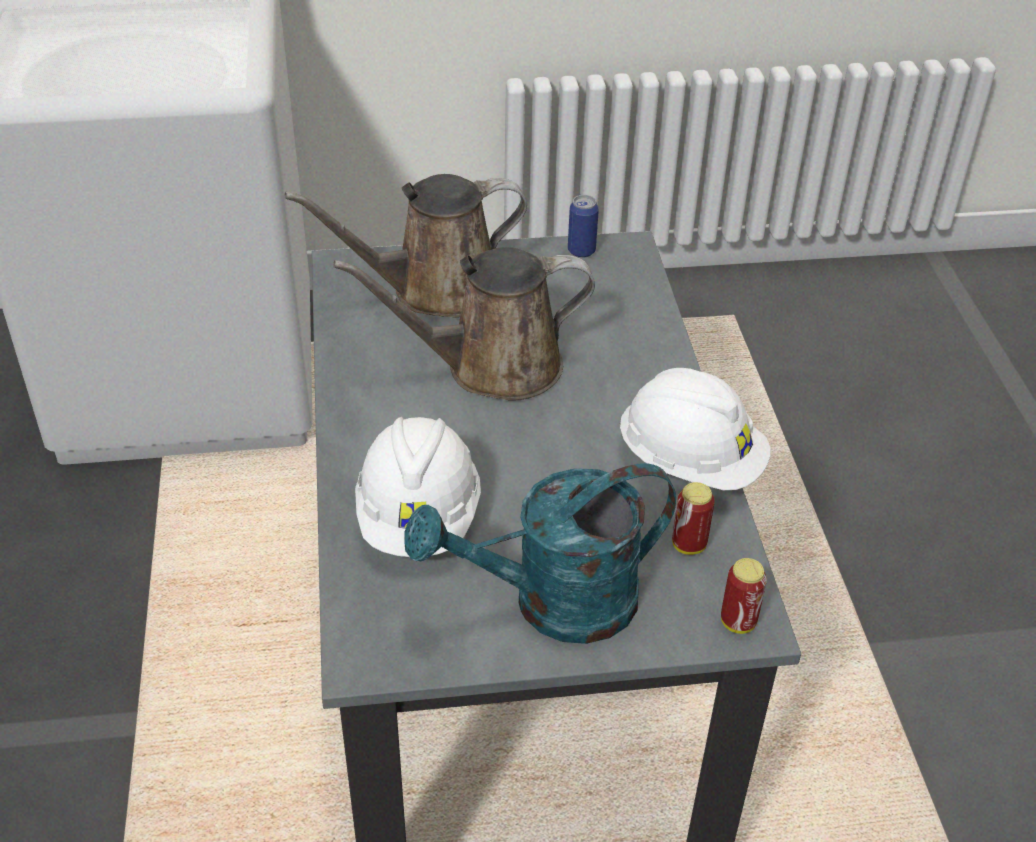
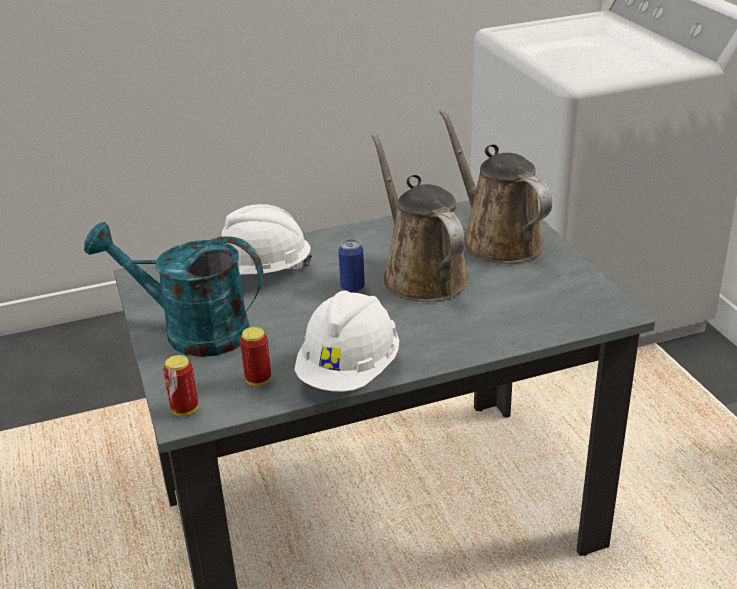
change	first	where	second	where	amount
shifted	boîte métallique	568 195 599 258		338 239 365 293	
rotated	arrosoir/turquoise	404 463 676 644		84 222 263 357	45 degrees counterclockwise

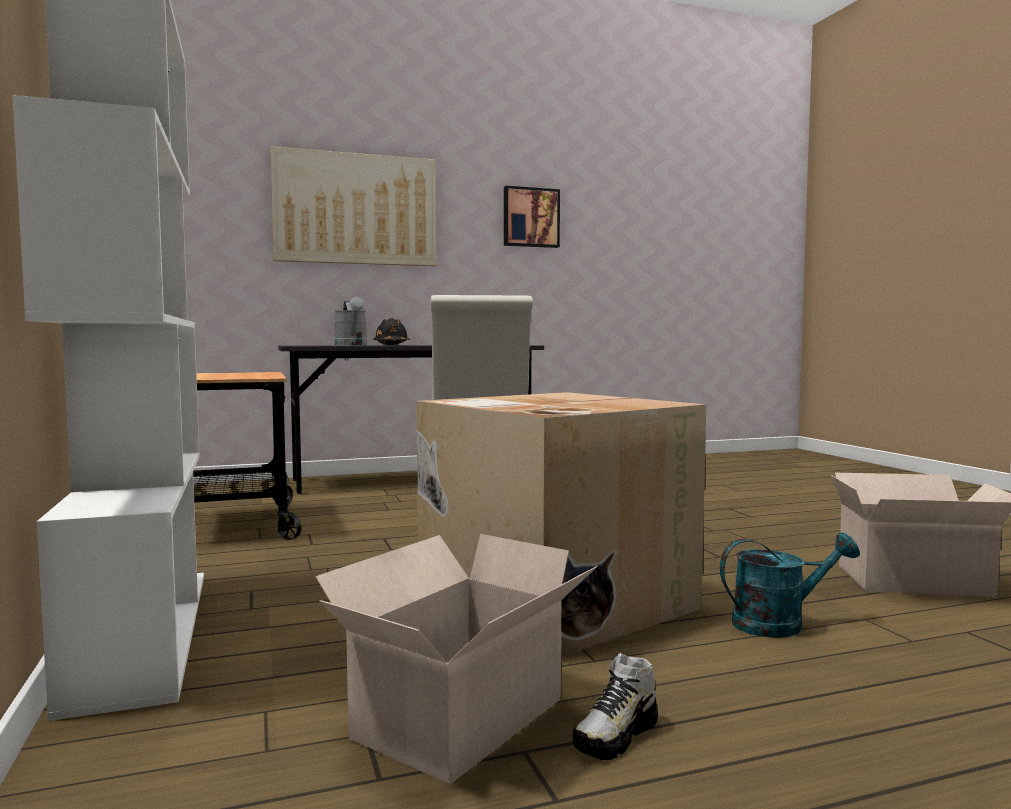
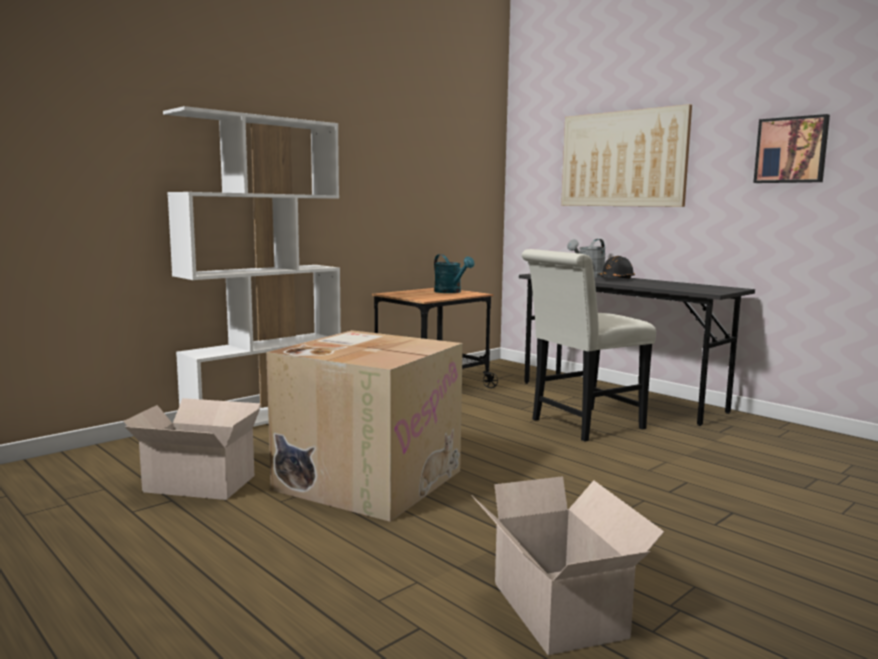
change	first	where	second	where	amount
shifted	arrosoir/turquoise	720 532 860 638		434 254 474 293	
gone	chaussure	573 652 658 760			

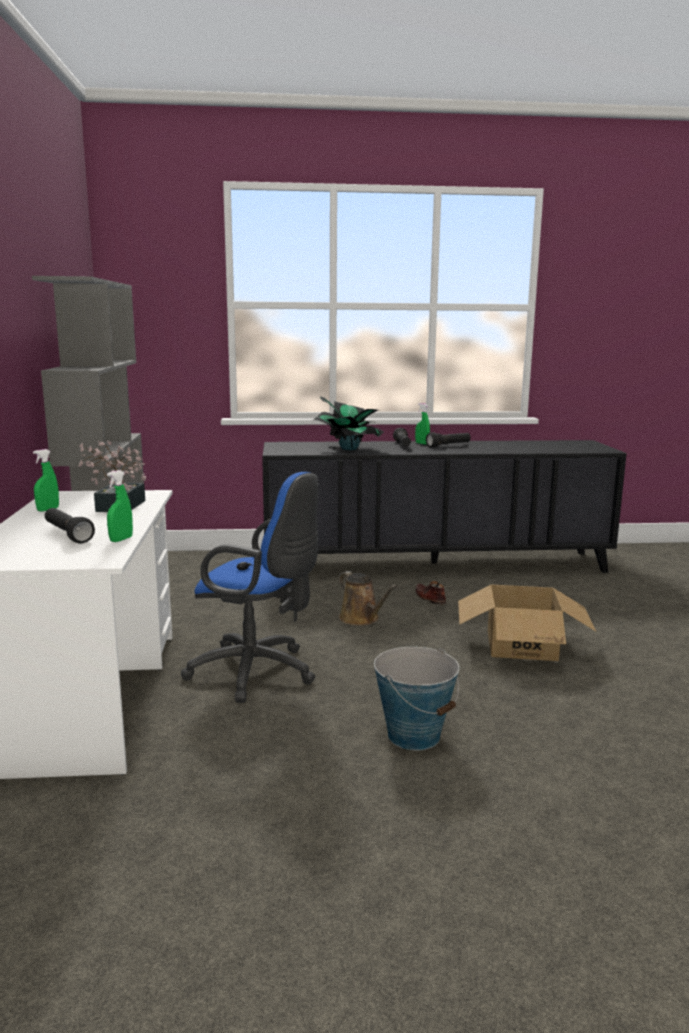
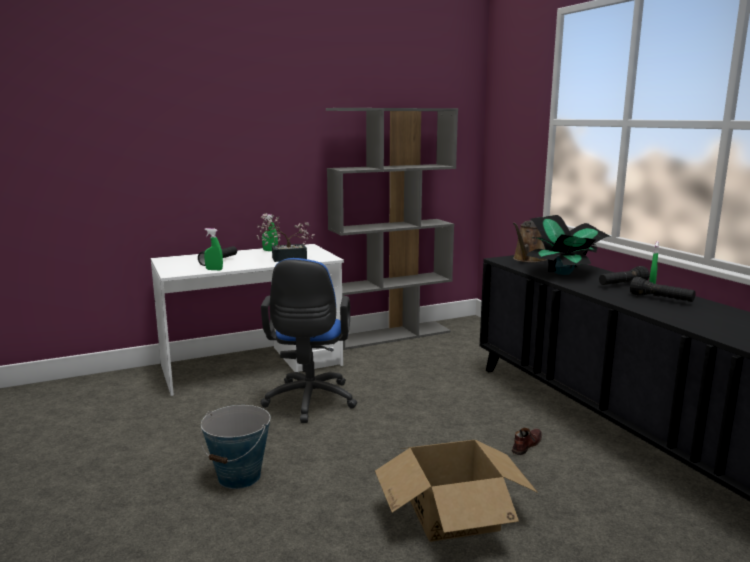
change	first	where	second	where	amount
shifted	arrosoir/marron	339 571 397 626		513 221 548 263	

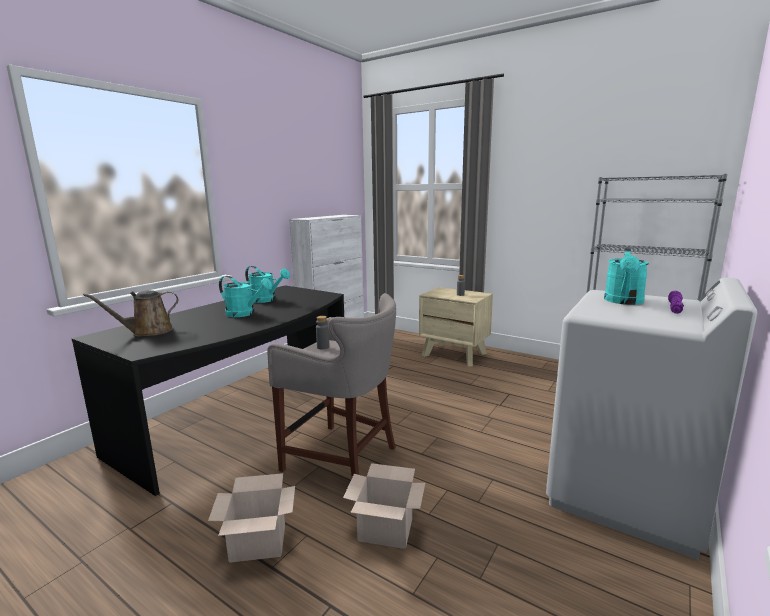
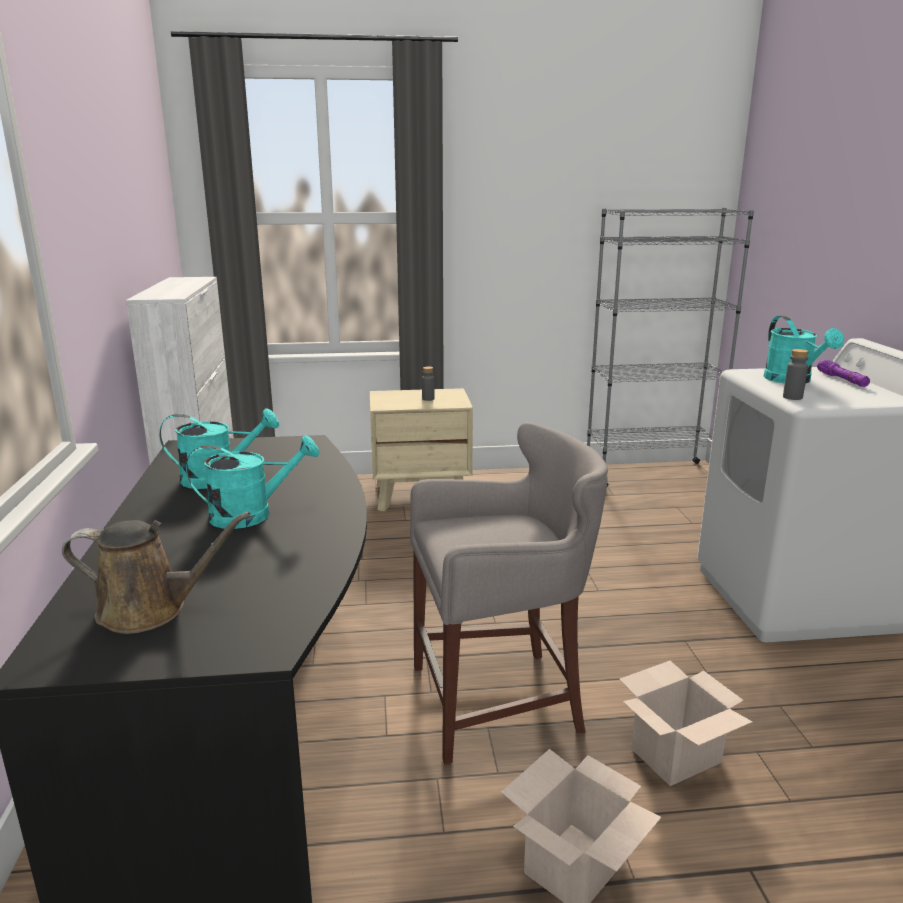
change	first	where	second	where	amount
rotated	arrosoir/marron	83 290 178 337		62 512 251 634	105 degrees counterclockwise
shifted	bouteille/gris	316 316 329 349		783 349 809 400	

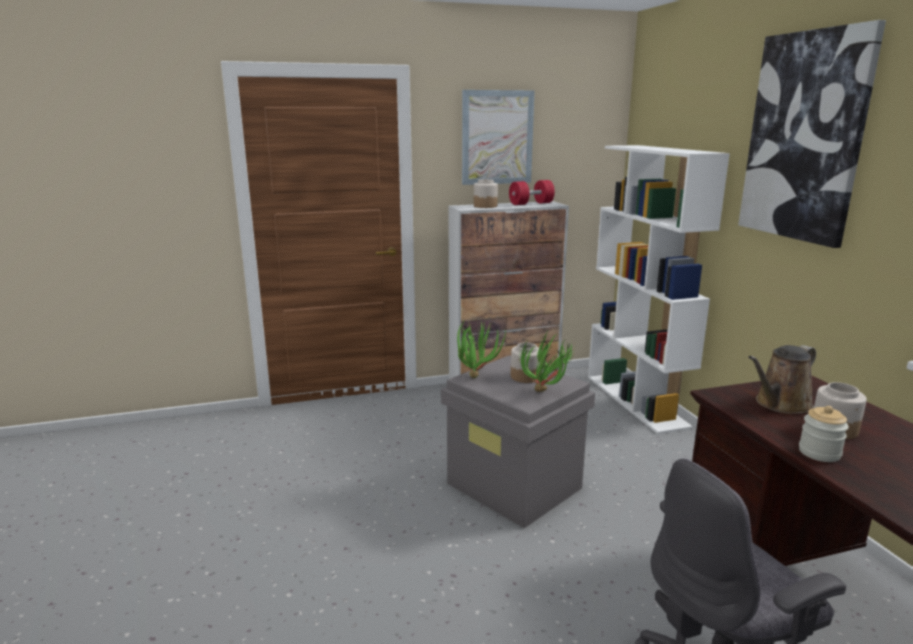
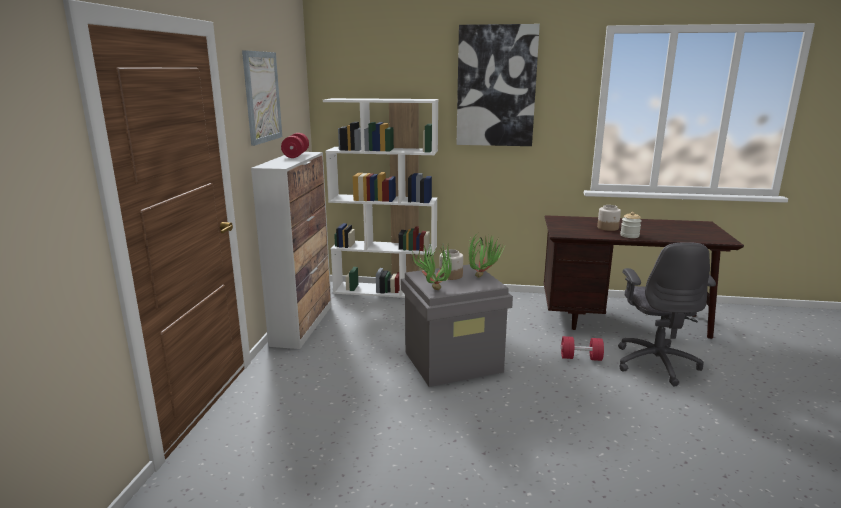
change	first	where	second	where	amount
gone	bocal	474 179 498 208			
gone	arrosoir/marron	748 345 816 414			
new			haltère/rouge	561 336 604 361	

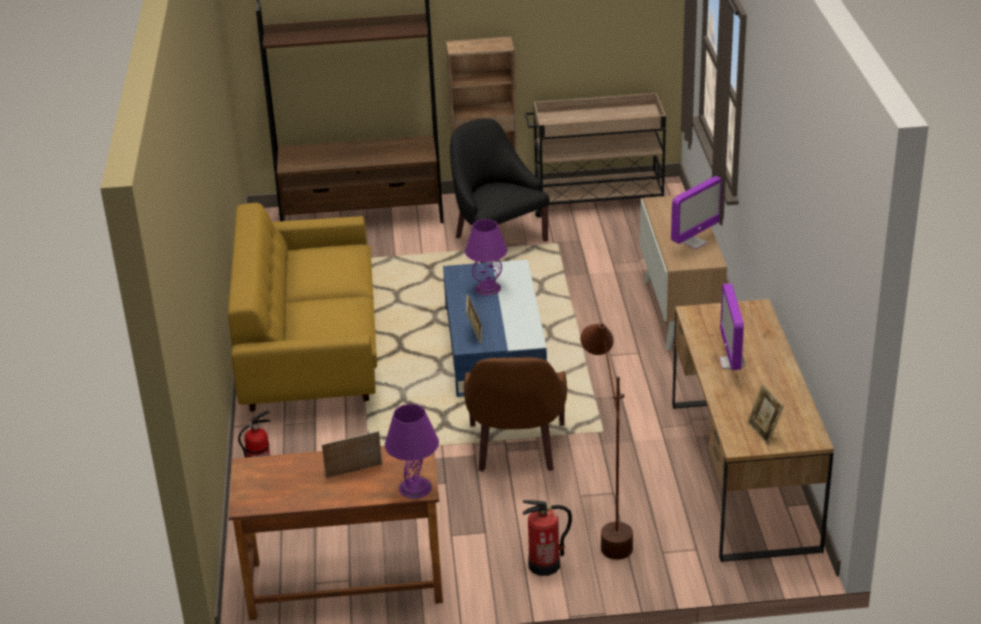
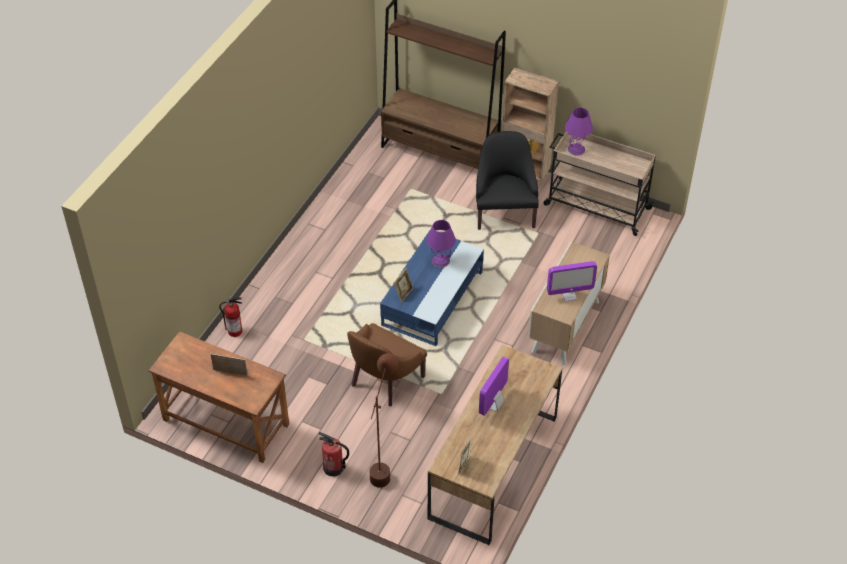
change	first	where	second	where	amount
gone	canapé/jaune	228 203 377 412			
shifted	lampe de table/violet	385 404 439 499		565 108 593 155	

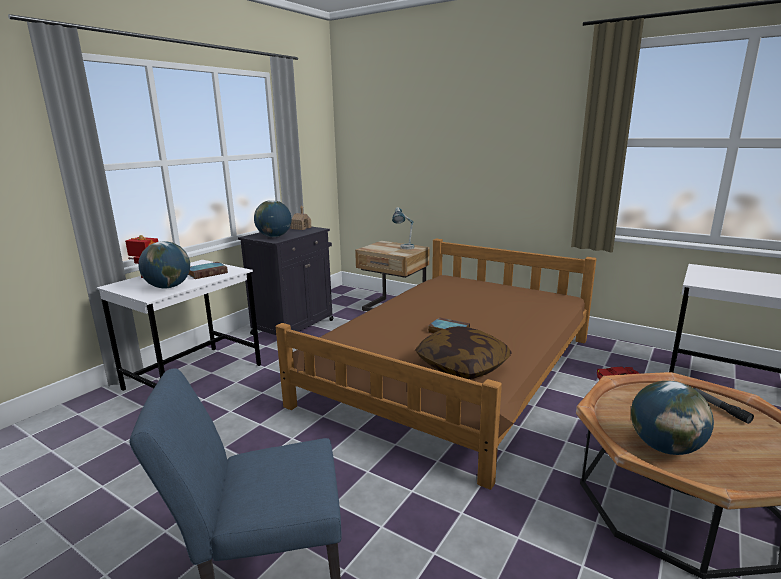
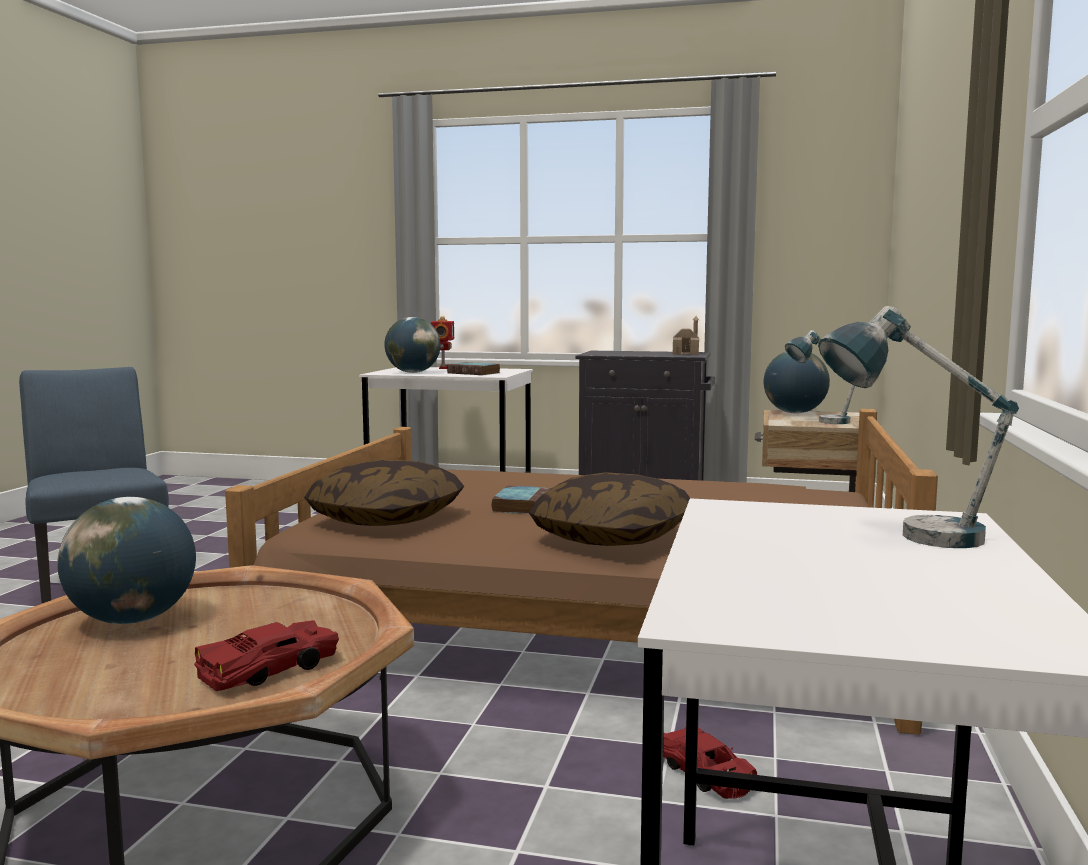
change	first	where	second	where	amount
shifted	globe	254 200 292 237		764 352 830 413	
swapped	lampe de poche	693 387 754 424	petite voiture/rouge	194 620 339 691	
new			lampe de table	818 306 1019 548	
new			coussin	529 472 690 546	

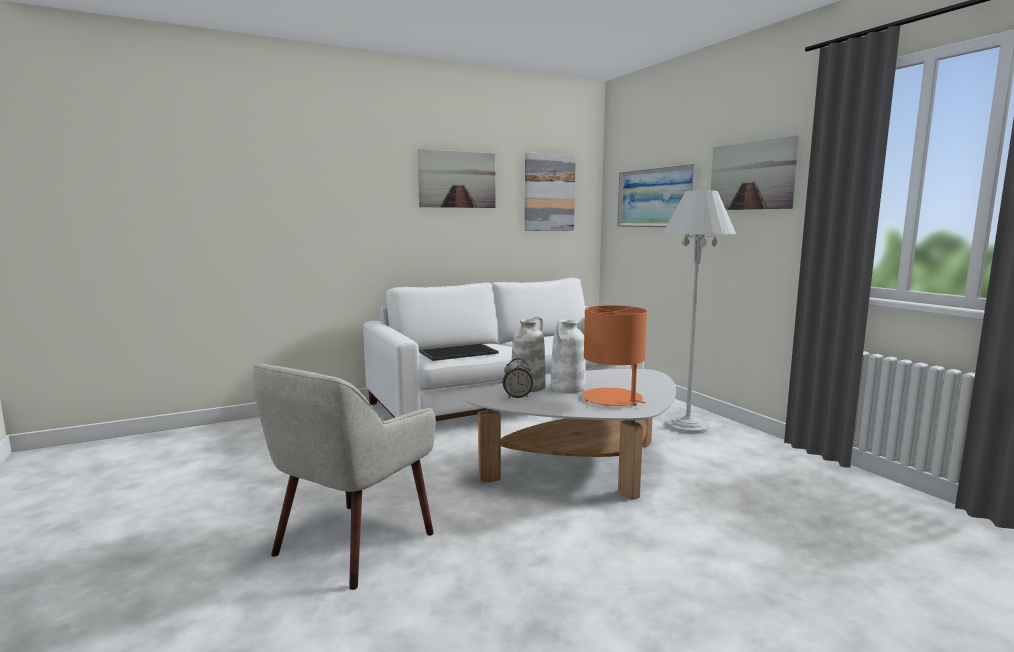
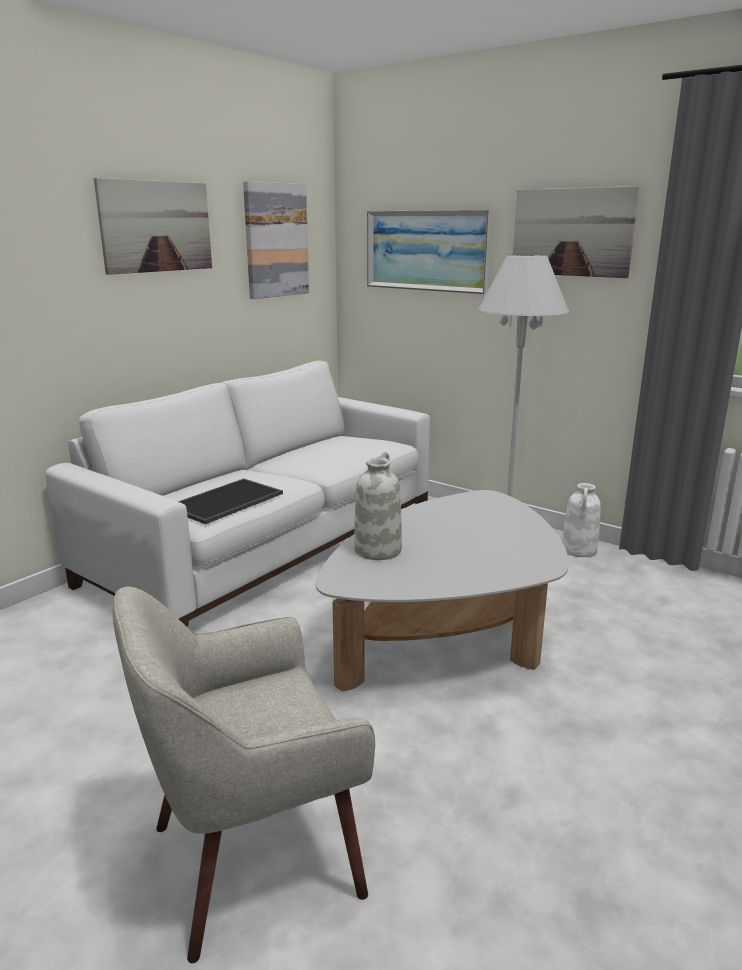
change	first	where	second	where	amount
gone	lampe de table/orange	582 305 647 406			
shifted	vase/blanc	551 319 586 393		562 483 601 557	
gone	réveil	502 358 533 398			
rotated	fauteuil/beige	253 364 436 590		112 587 375 963	60 degrees clockwise

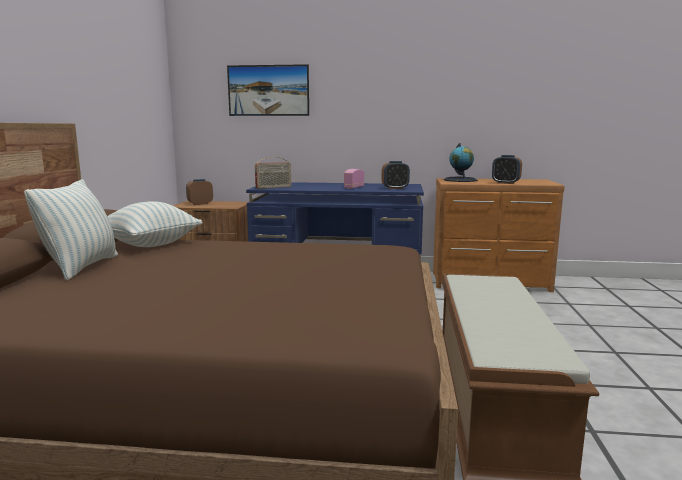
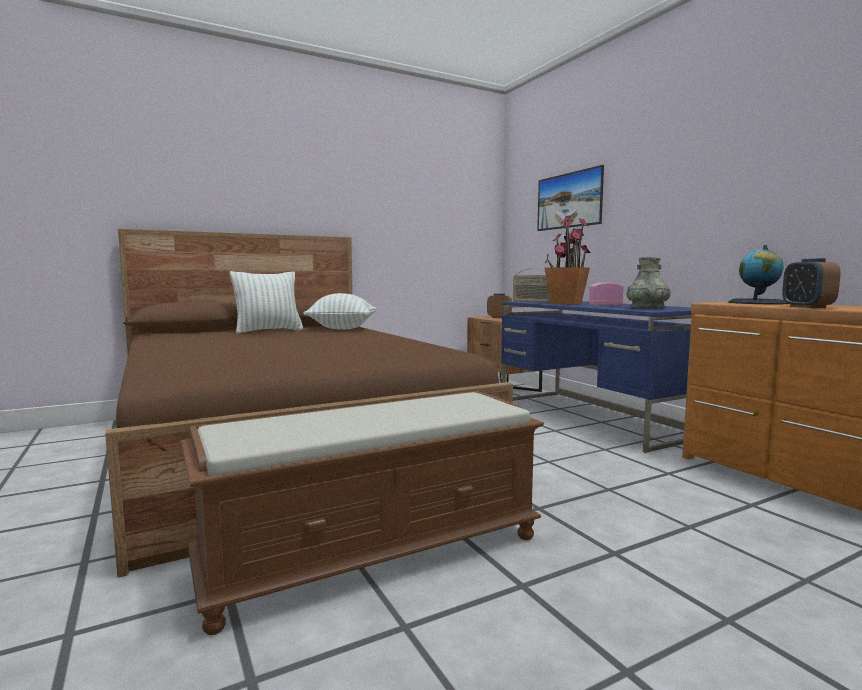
change	first	where	second	where	amount
swapped	réveil	382 161 410 189	vase/gris	626 257 670 308	
new			plante en pot	545 215 591 305	

